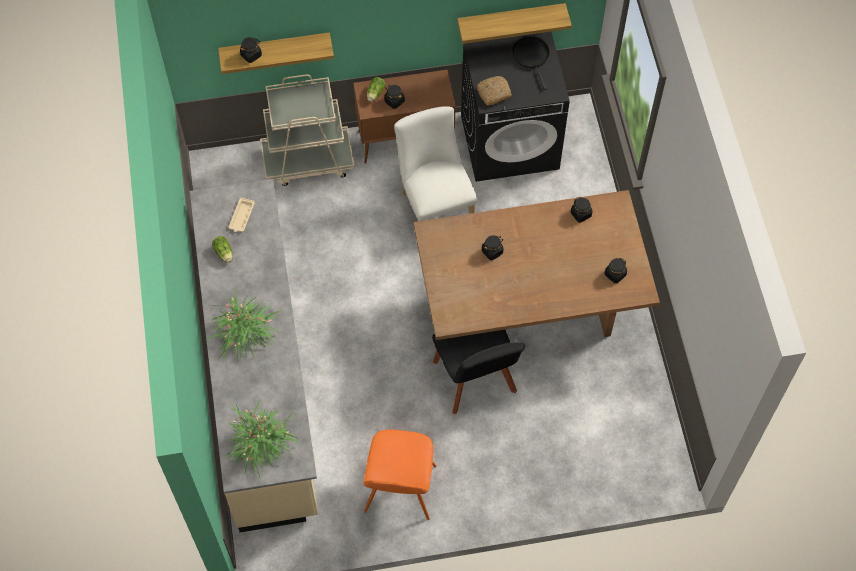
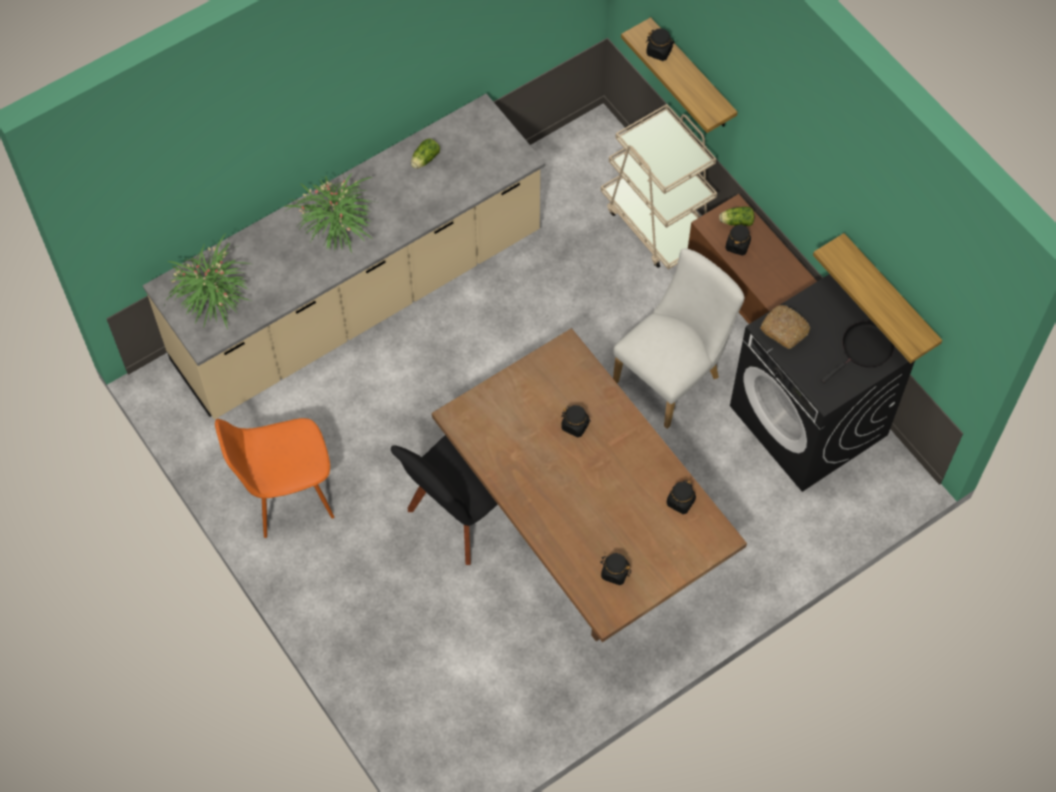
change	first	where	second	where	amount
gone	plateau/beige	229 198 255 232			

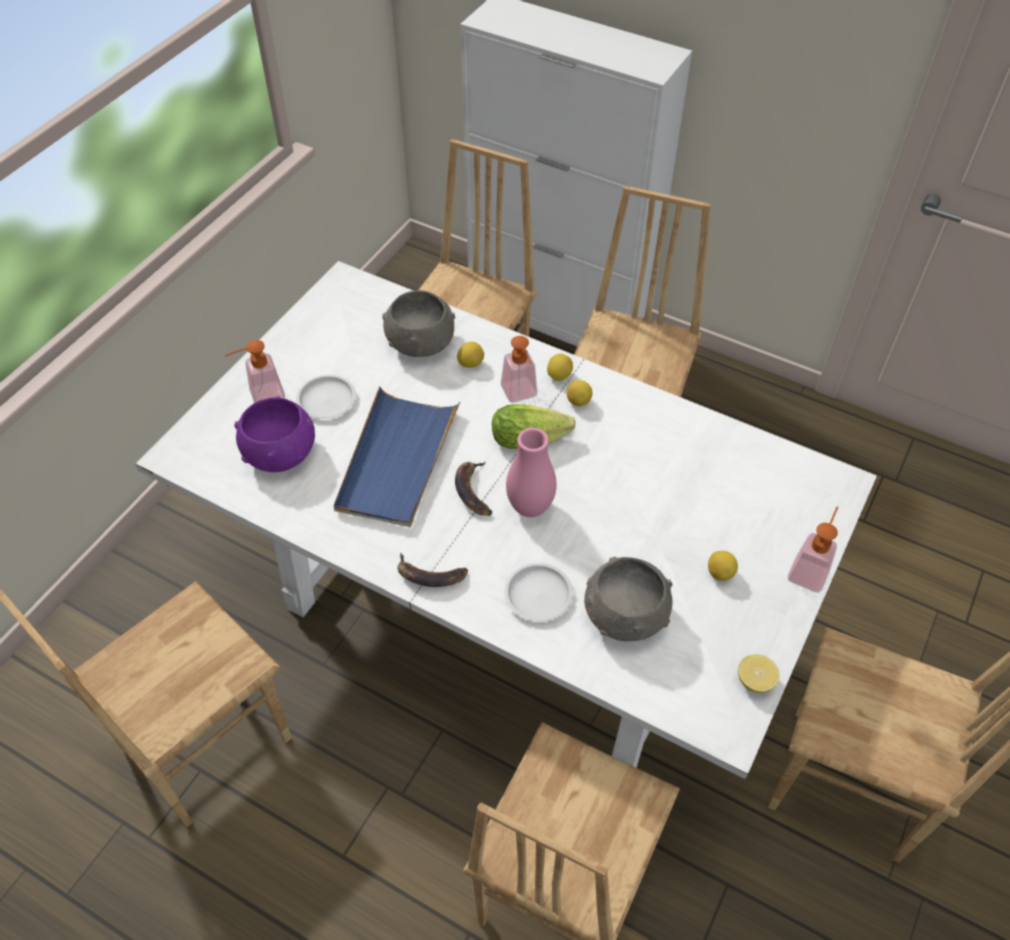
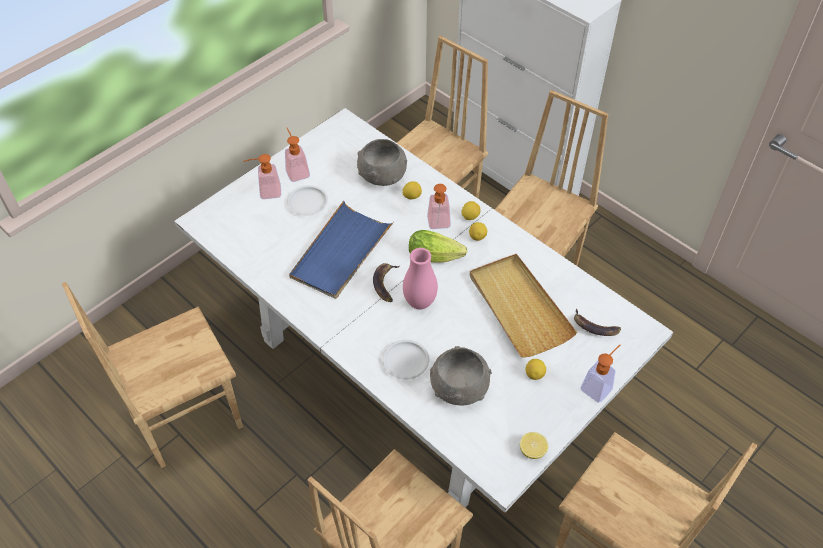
change	first	where	second	where	amount
gone	bol/violet	234 396 315 472			
shifted	banane	397 553 468 587		574 308 621 336	
new			distributeur de savon	285 128 310 182	
new			plateau/beige	470 254 577 358	

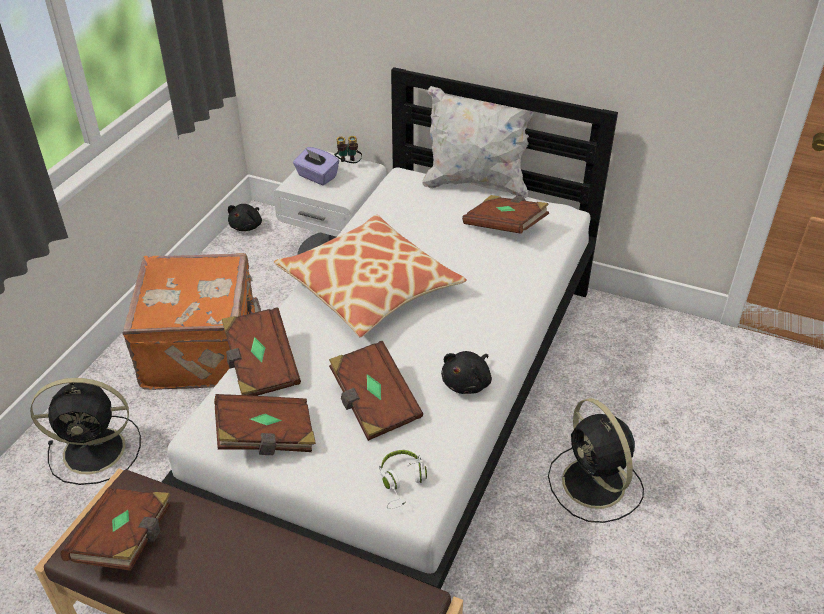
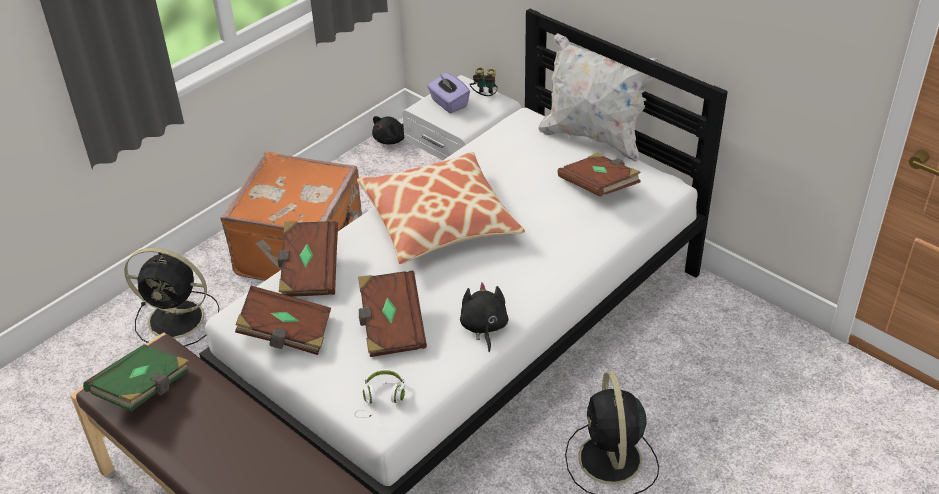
change	first	where	second	where	amount
rotated	peluche/noir	441 351 492 394		460 282 508 352	120 degrees clockwise
repainted	livre/marron	61 488 170 571	livre/vert	83 344 190 411	

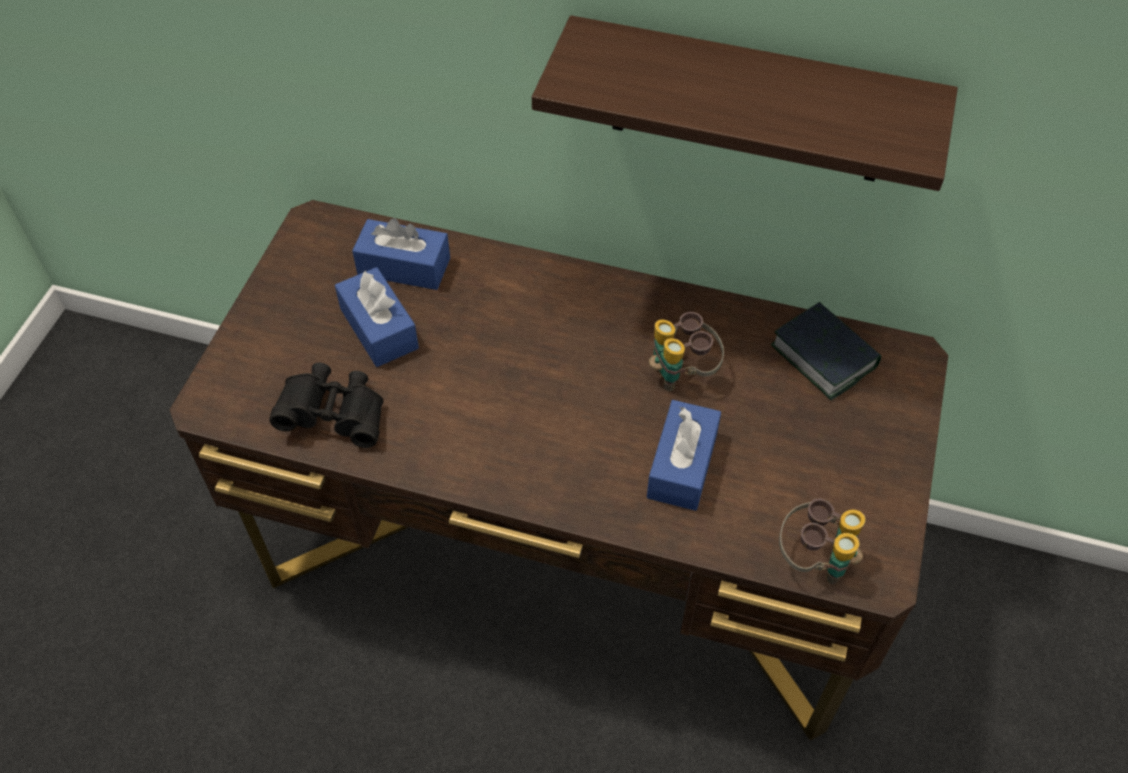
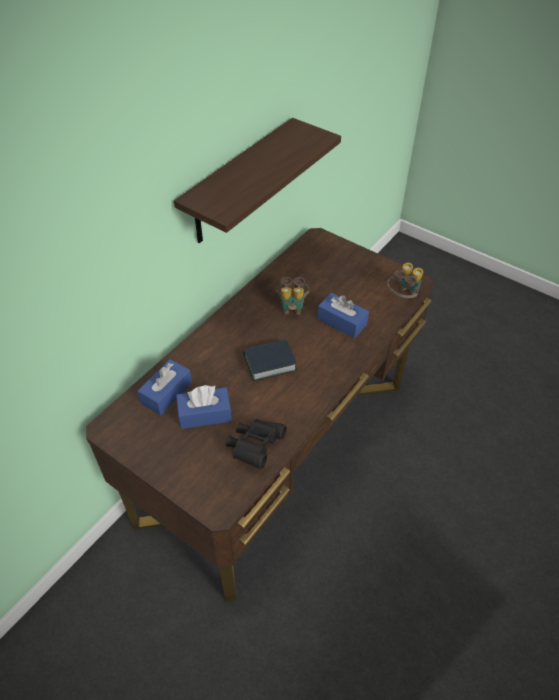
change	first	where	second	where	amount
shifted	livre	771 302 881 400		243 339 297 381	

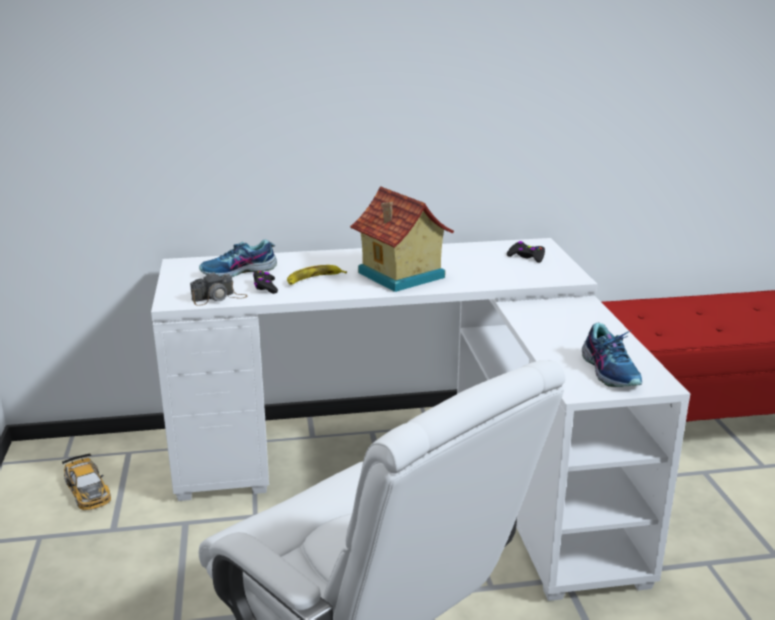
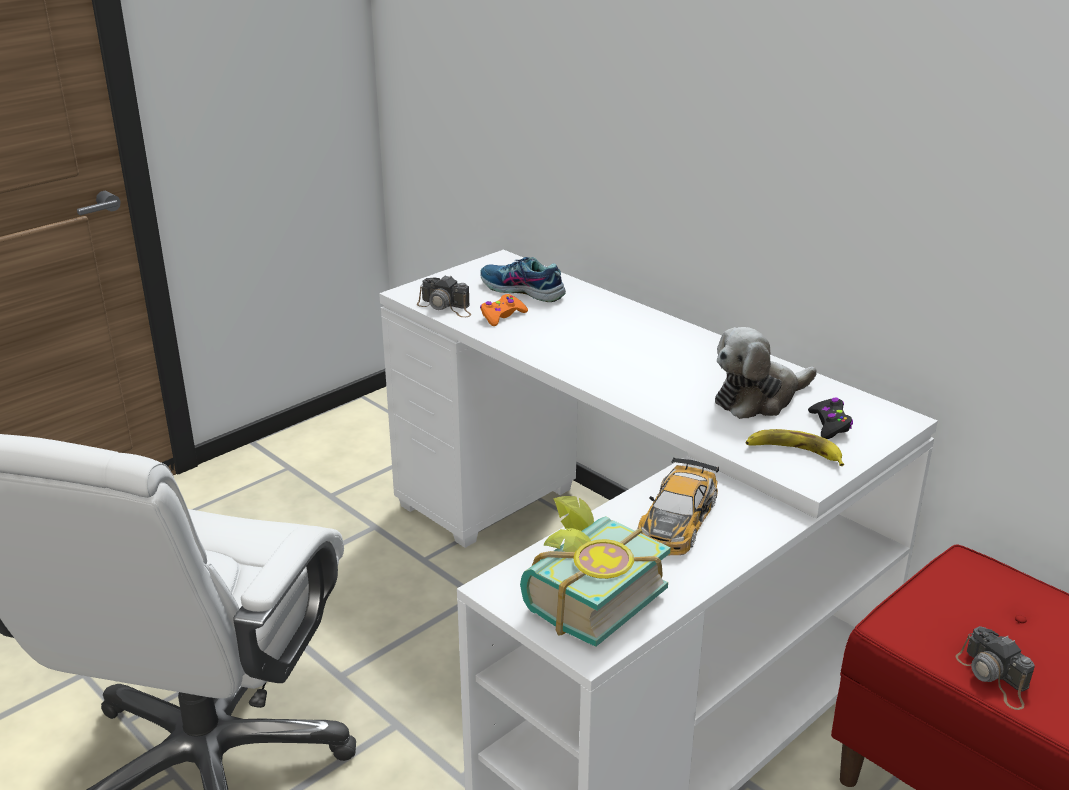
change	first	where	second	where	amount
gone	maison miniature	350 186 454 292			
shifted	banane	287 265 347 285		745 429 844 466	
repainted	manette/noir	253 271 278 294	manette/orange	480 294 528 326	
swapped	chaussure	582 323 642 387	livre	520 496 671 647	
shifted	petite voiture	62 454 111 510		638 457 719 555	
new			peluche	715 327 817 419	
new			appareil photo	956 626 1035 710	

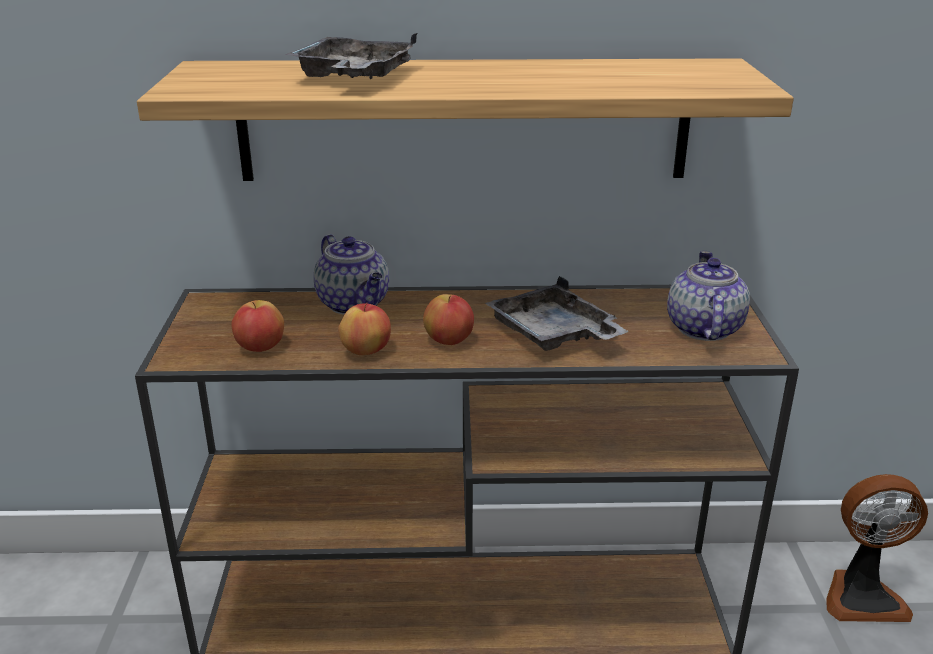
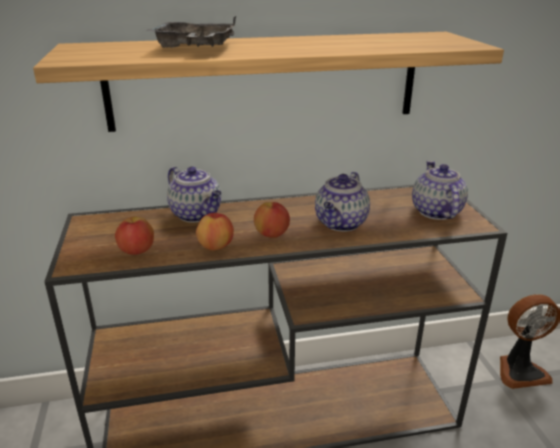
change	first	where	second	where	amount
swapped	plateau/gris	485 276 629 351	théière	315 171 370 231	

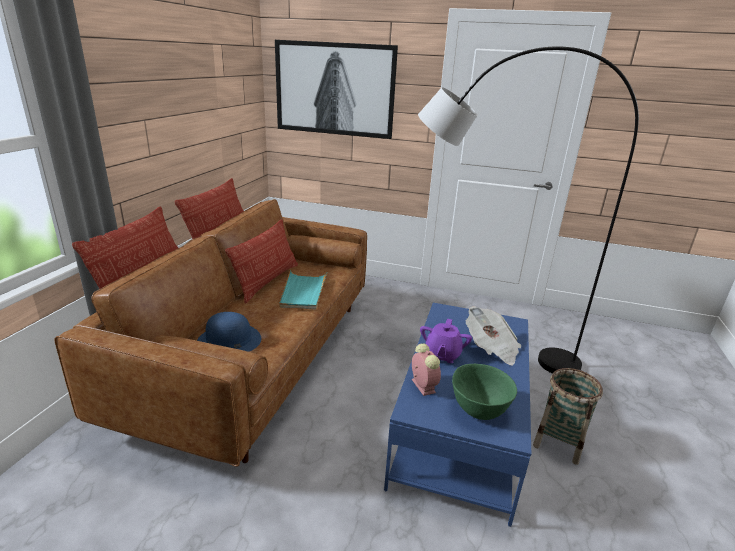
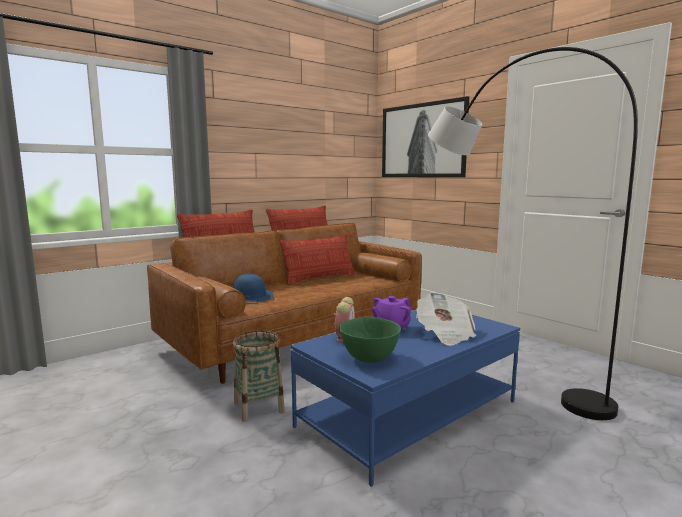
change	first	where	second	where	amount
gone	plateau/turquoise	280 270 327 310			
shifted	panier	533 368 603 465		233 330 285 422	

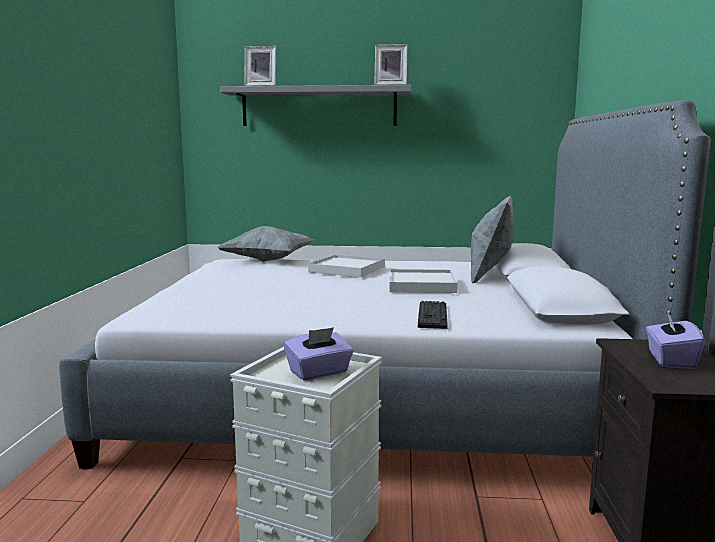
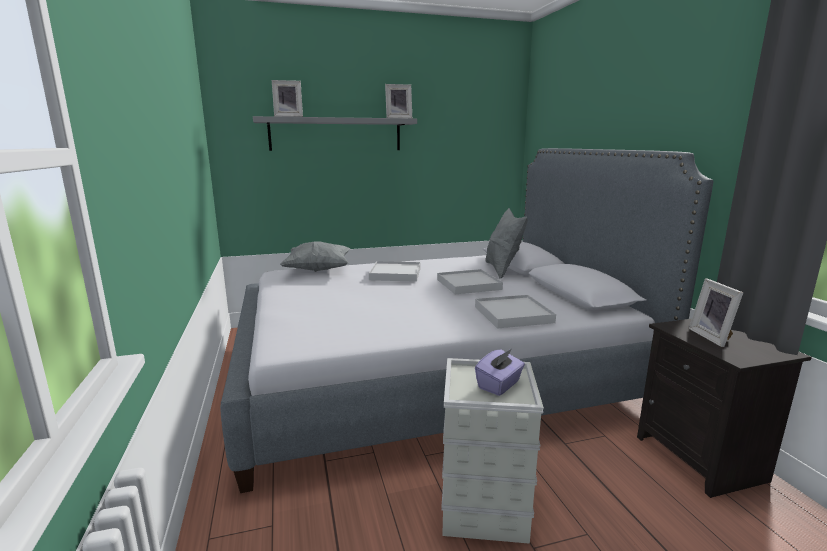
change	first	where	second	where	amount
swapped	clavier	418 301 448 329	plateau/blanc	475 295 556 329	
swapped	boîte à mouchoirs/violet	646 310 705 369	cadre photo	689 278 743 347	

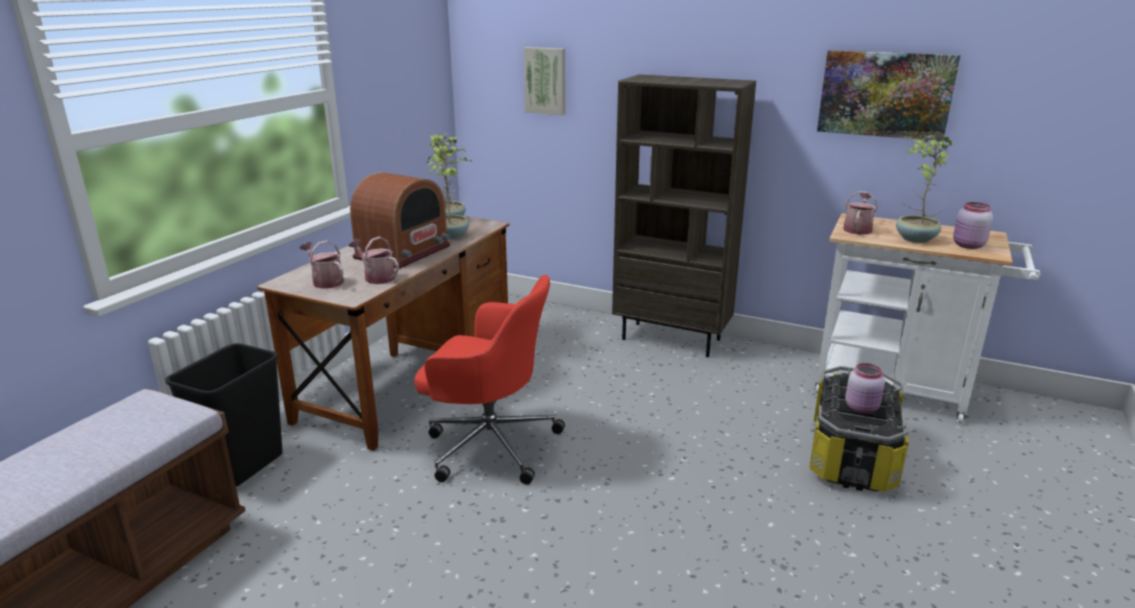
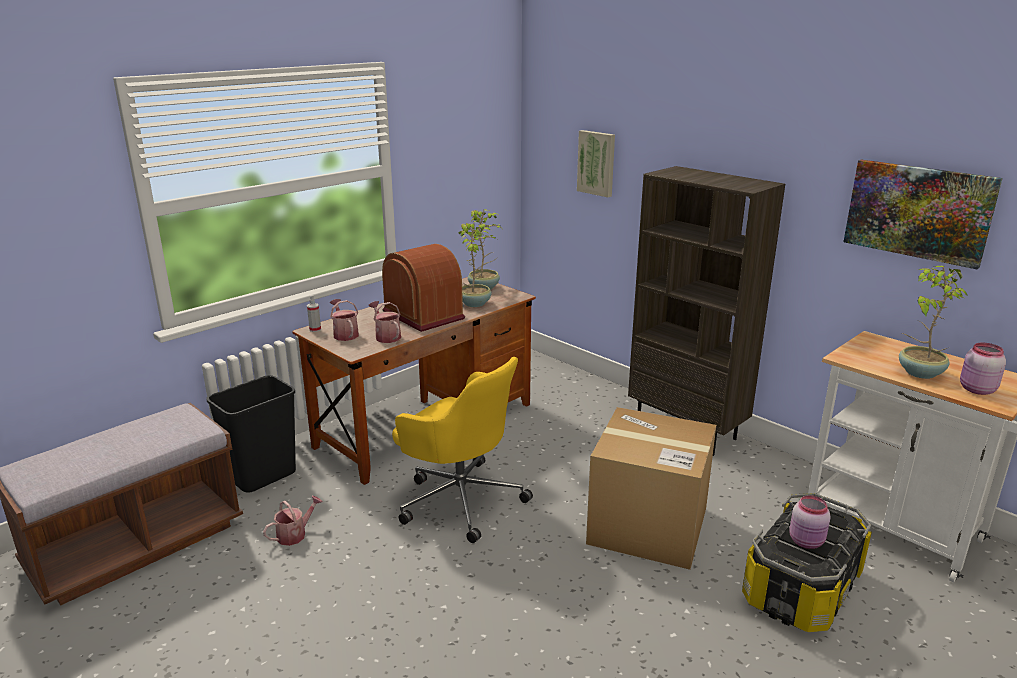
change	first	where	second	where	amount
rotated	radio	350 172 450 269		382 244 465 332	90 degrees counterclockwise
shifted	arrosoir	843 191 878 235		263 496 323 546	
repainted	chaise de bureau/rouge	414 275 565 485	chaise de bureau/jaune	392 357 533 543	
new			vaporisateur	307 295 321 332	
new			carton	586 407 716 570	

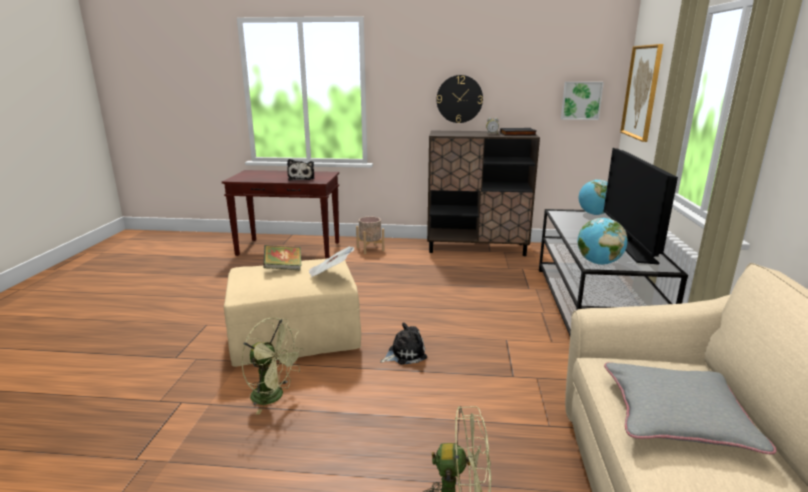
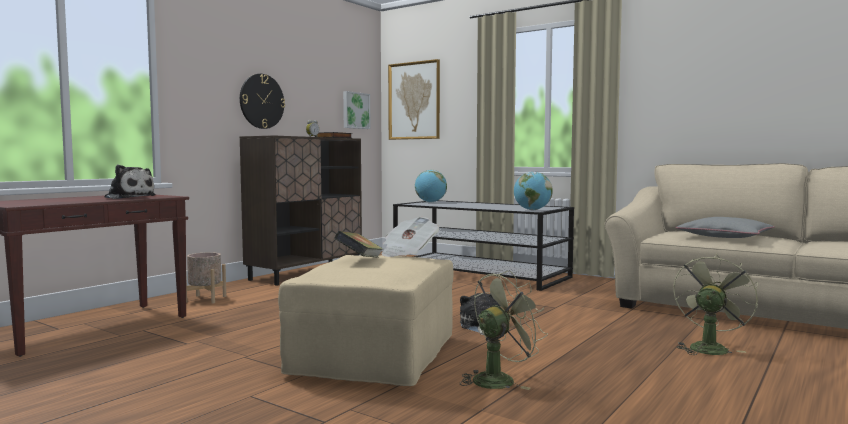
change	first	where	second	where	amount
gone	téléviseur	604 148 678 265			

